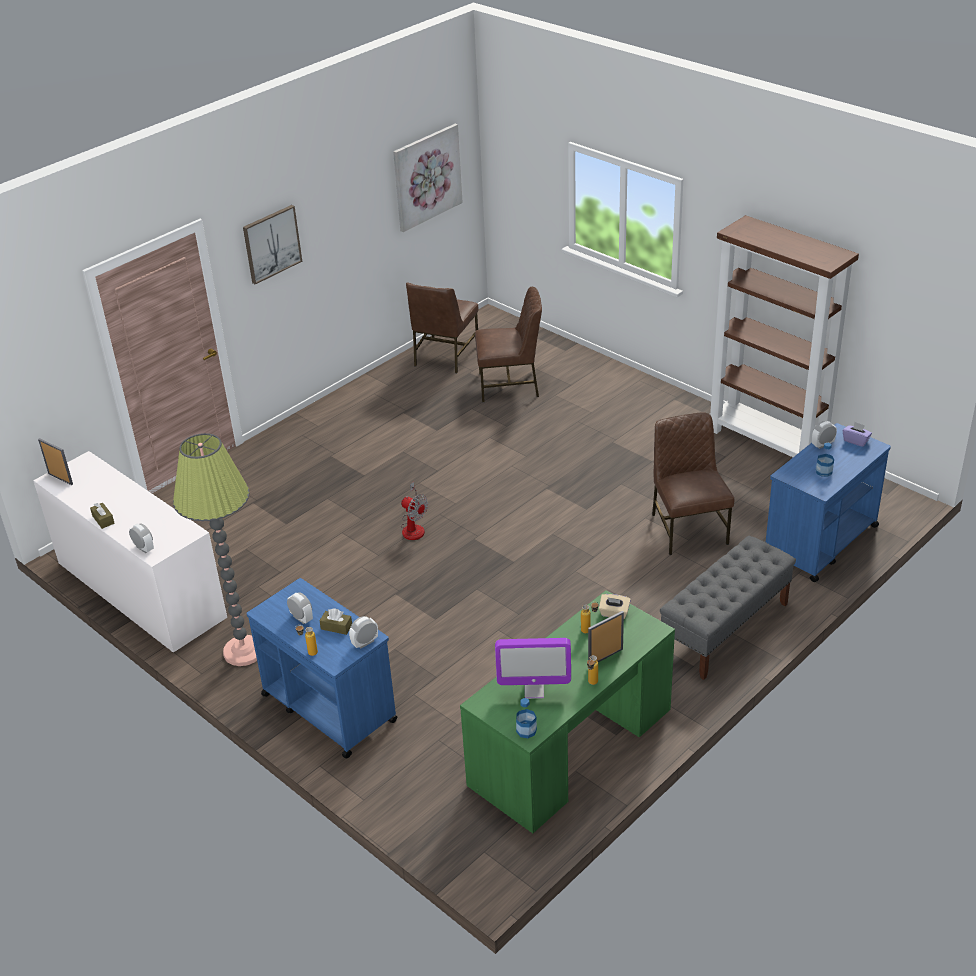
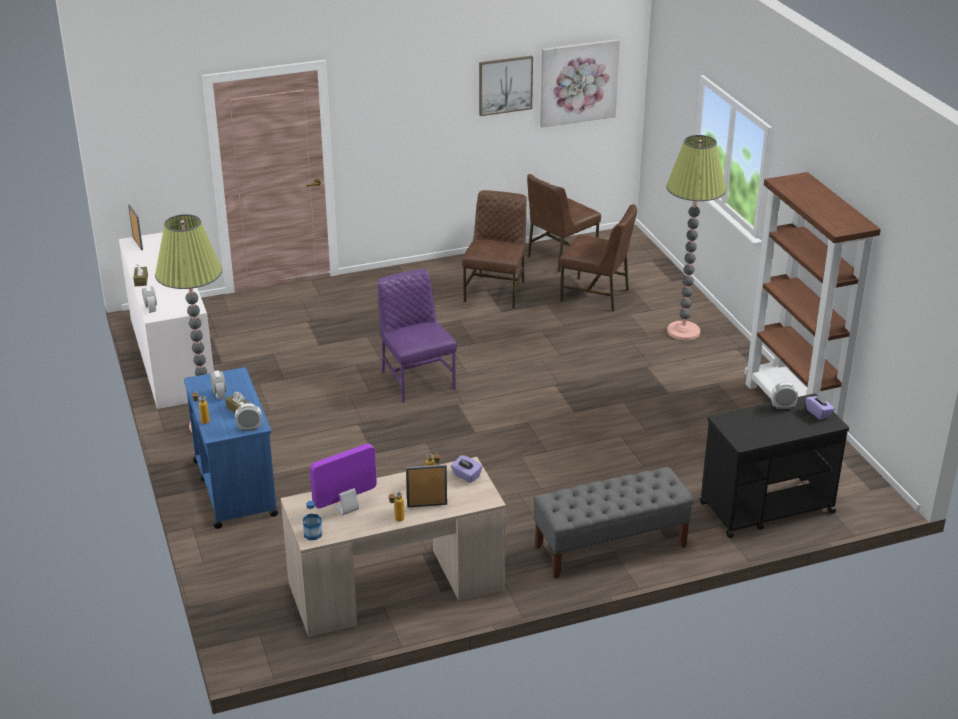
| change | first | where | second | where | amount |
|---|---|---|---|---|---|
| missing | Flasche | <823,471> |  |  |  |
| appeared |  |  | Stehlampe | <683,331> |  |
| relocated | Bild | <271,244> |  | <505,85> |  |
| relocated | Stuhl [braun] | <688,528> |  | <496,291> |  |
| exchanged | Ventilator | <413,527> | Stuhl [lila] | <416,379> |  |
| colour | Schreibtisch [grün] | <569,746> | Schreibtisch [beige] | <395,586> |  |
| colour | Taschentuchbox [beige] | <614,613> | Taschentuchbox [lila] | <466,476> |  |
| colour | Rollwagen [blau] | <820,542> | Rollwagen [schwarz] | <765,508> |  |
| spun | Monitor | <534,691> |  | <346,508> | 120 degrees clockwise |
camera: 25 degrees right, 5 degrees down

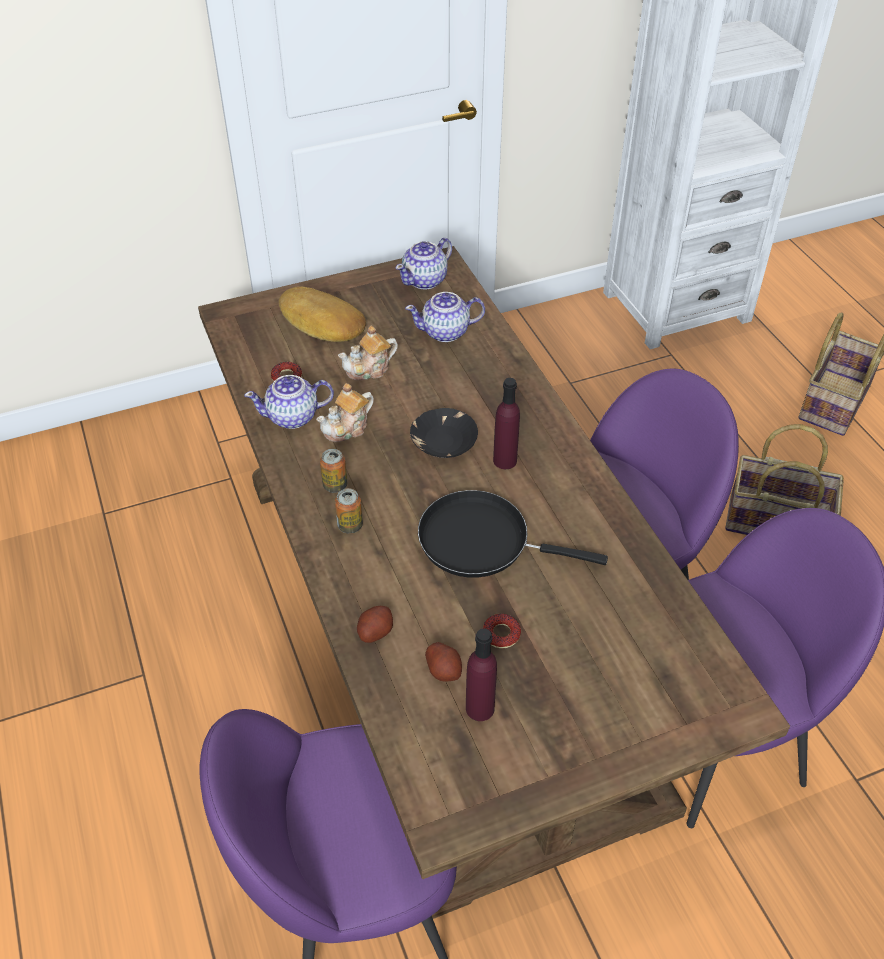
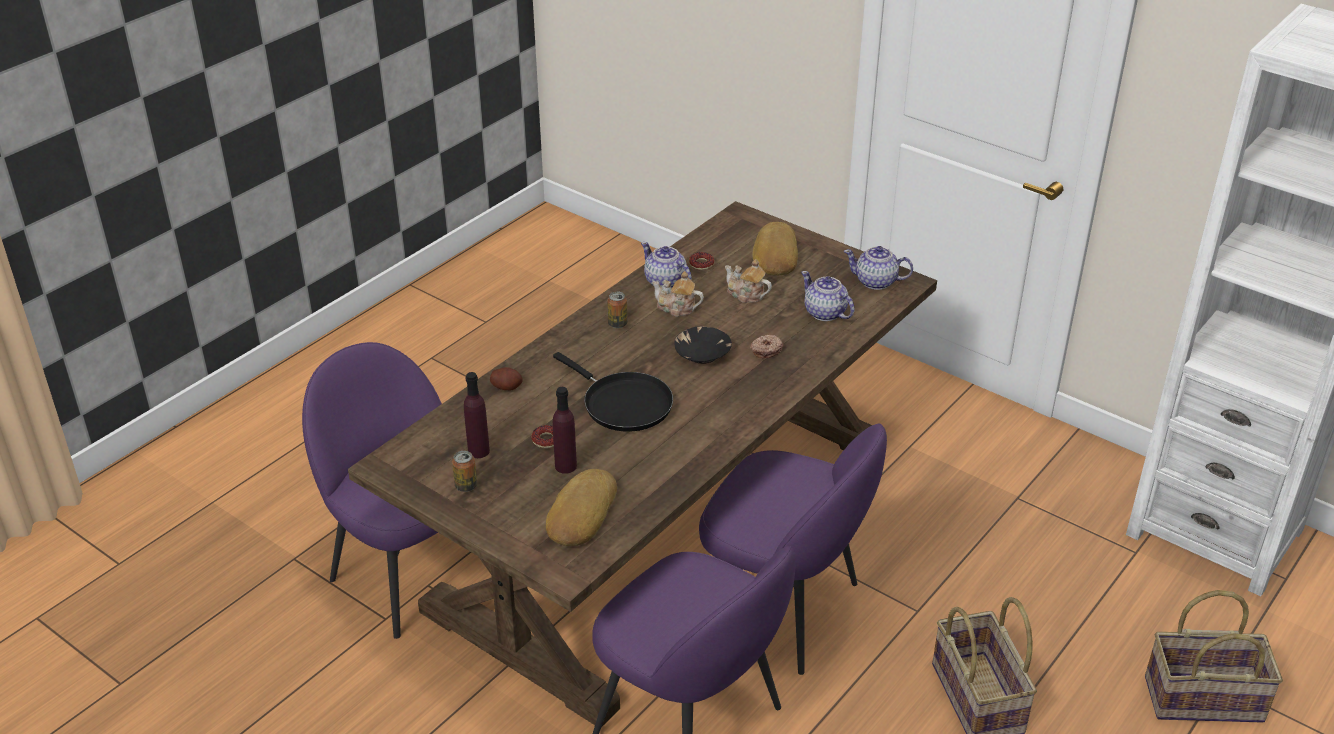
| change | first | where | second | where | amount |
|---|---|---|---|---|---|
| missing | Kartoffel | <444,670> |  |  |  |
| appeared |  |  | Brot | <580,514> |  |
| appeared |  |  | Donut | <766,350> |  |
| relocated | Dose | <350,525> |  | <466,486> |  |
| relocated | Flasche [lila] | <505,460> |  | <565,466> |  |
| spun | Pfanne [schwarz] | <482,541> |  | <623,404> | 150 degrees clockwise |
camera: 60 degrees right, 10 degrees down

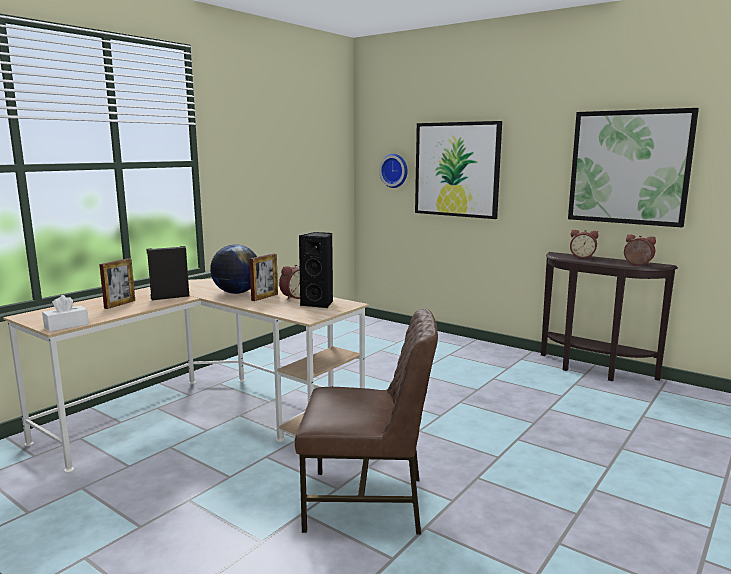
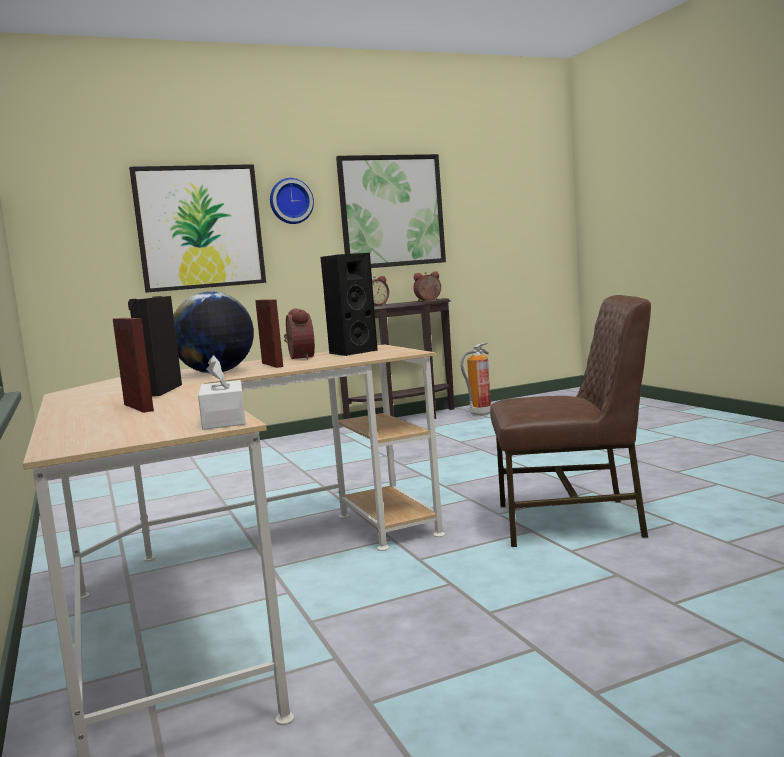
| change | first | where | second | where | amount |
|---|---|---|---|---|---|
| appeared |  |  | Feuerlöscher | <480,414> |  |
| relocated | Wanduhr | <395,170> |  | <290,201> |  |
| spun | Stuhl [braun] | <367,502> |  | <572,521> | 60 degrees clockwise |
camera: 60 degrees left, 5 degrees down

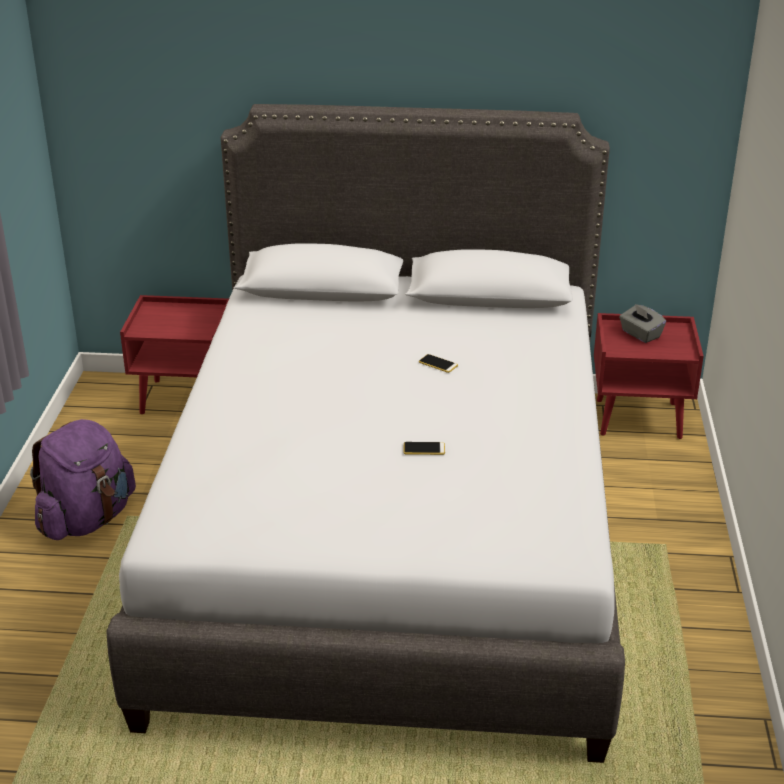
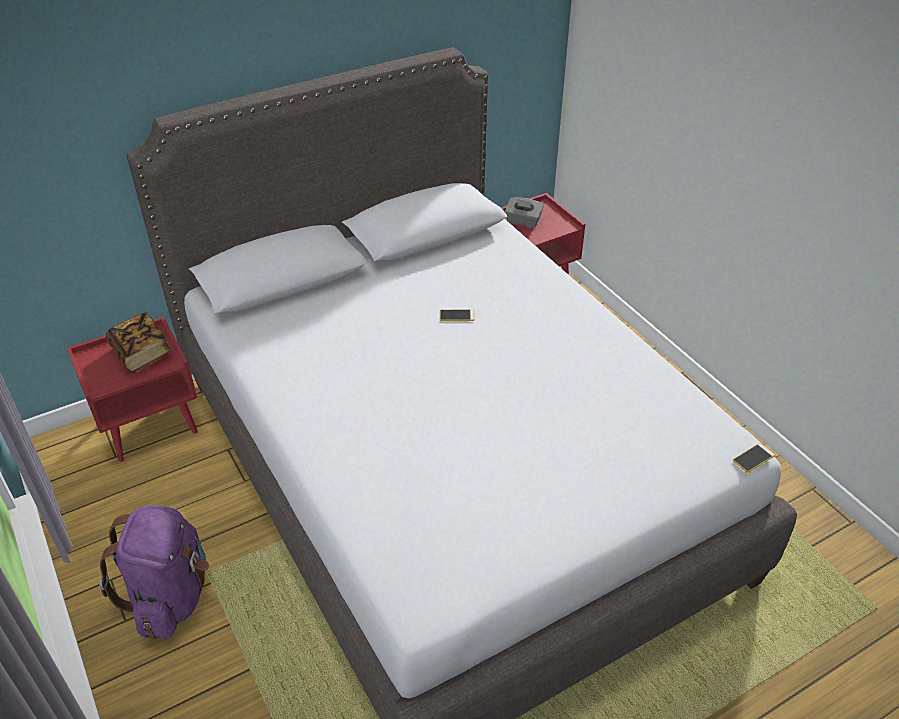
| change | first | where | second | where | amount |
|---|---|---|---|---|---|
| appeared |  |  | Buch | <141,353> |  |
| relocated | Handy | <424,449> |  | <753,458> |  |
camera: 35 degrees left, 10 degrees up

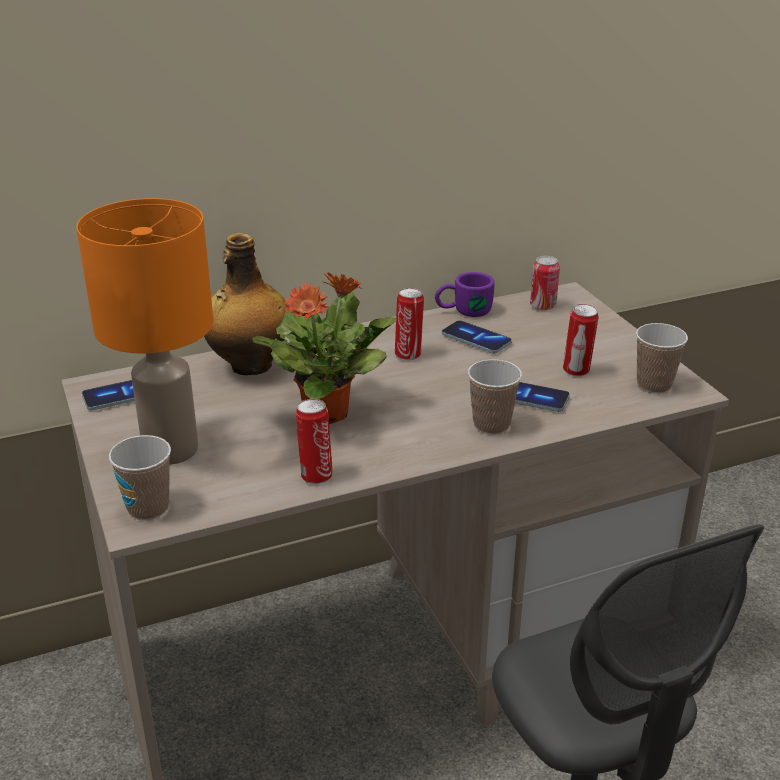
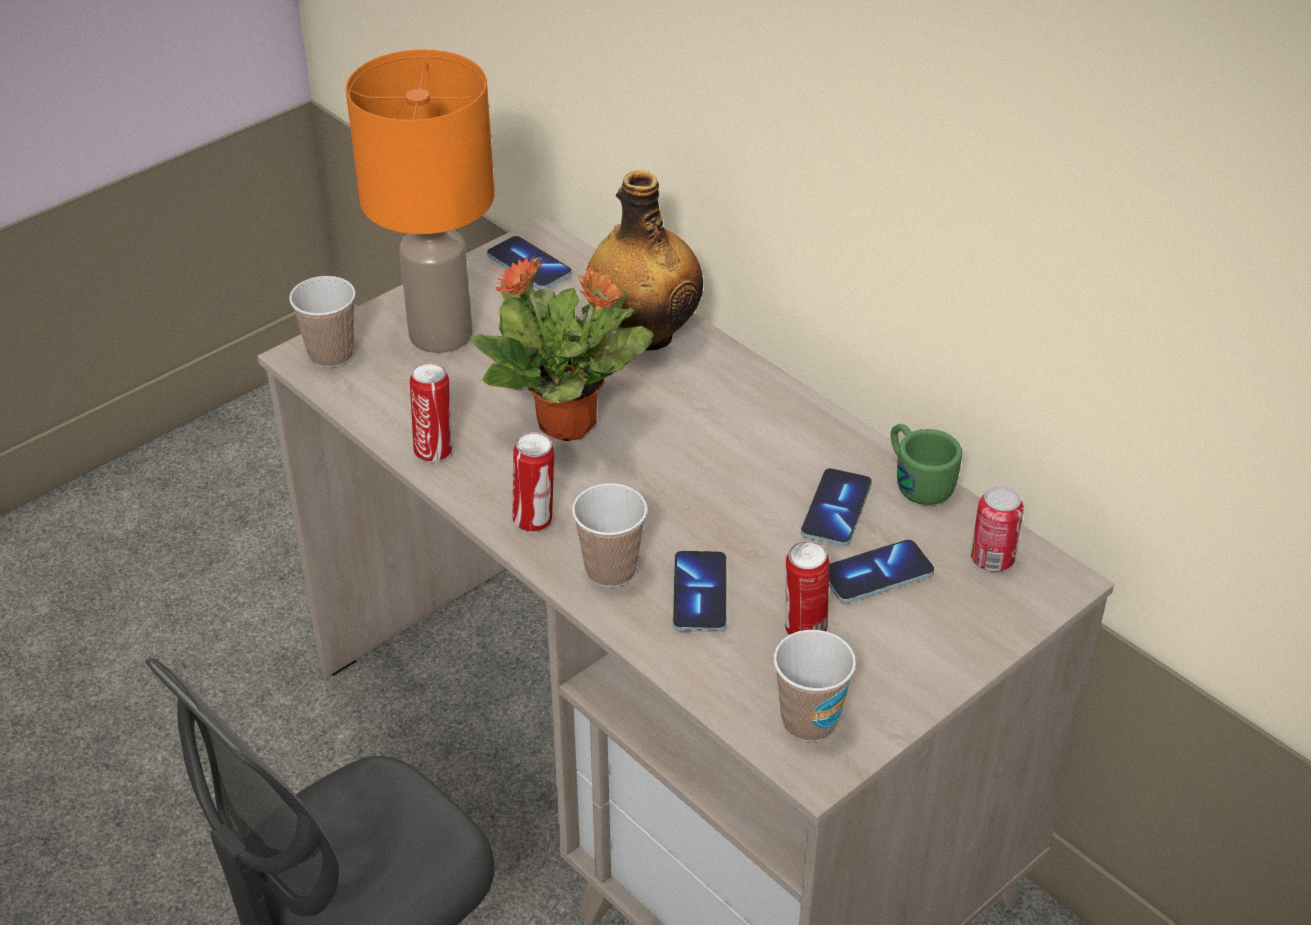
| change | first | where | second | where | amount |
|---|---|---|---|---|---|
| appeared |  |  | Handy | <877,574> |  |
| relocated | Dose | <408,354> |  | <535,520> |  |
| colour | Henkelbecher [lila] | <463,311> | Henkelbecher [grün] | <916,479> |  |
camera: 70 degrees right, 10 degrees up

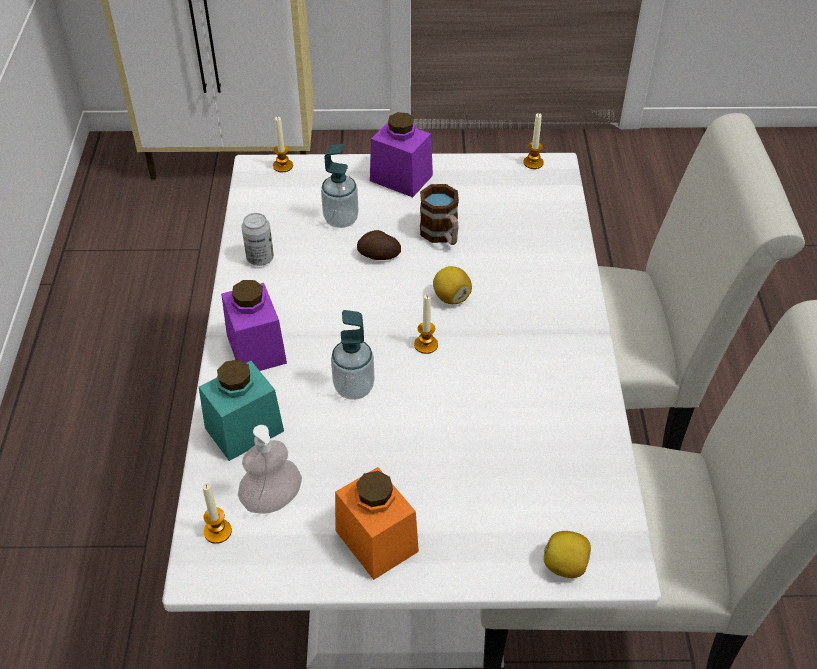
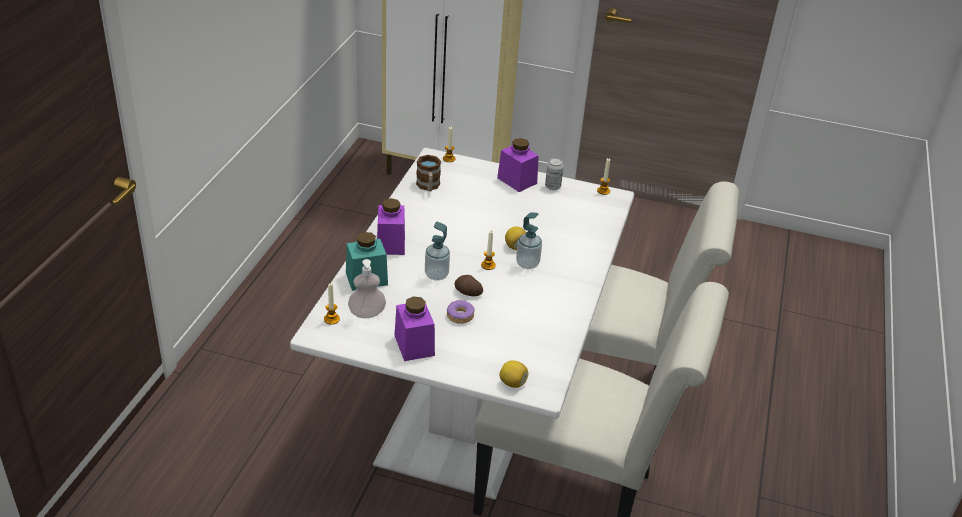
| change | first | where | second | where | amount |
|---|---|---|---|---|---|
| appeared |  |  | Donut | <460,316> |  |
| relocated | Dose | <260,258> |  | <552,187> |  |
| relocated | Seifenspender | <341,219> |  | <527,264> |  |
| relocated | Kartoffel | <379,256> |  | <467,293> |  |
| relocated | Henkelbecher | <442,235> |  | <428,187> |  |
| colour | Vorratsglas [orange] | <376,541> | Vorratsglas [lila] | <414,345> |  |
camera: 15 degrees right, 10 degrees down

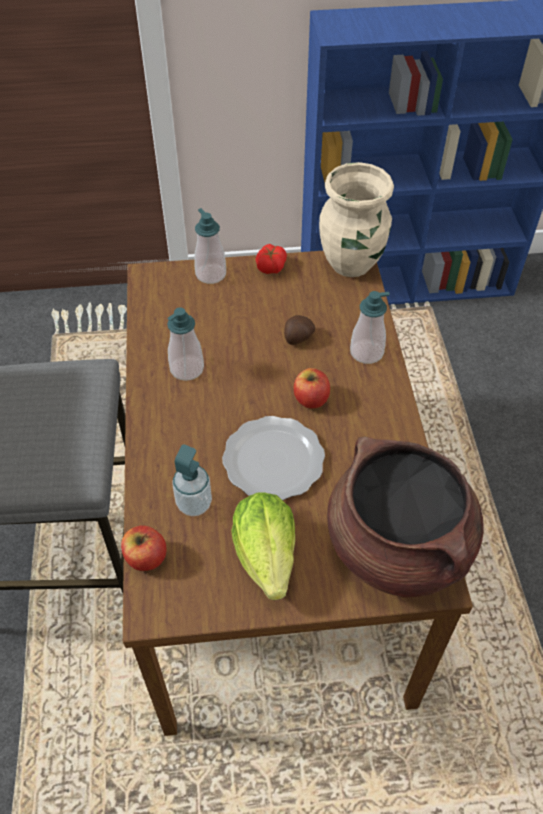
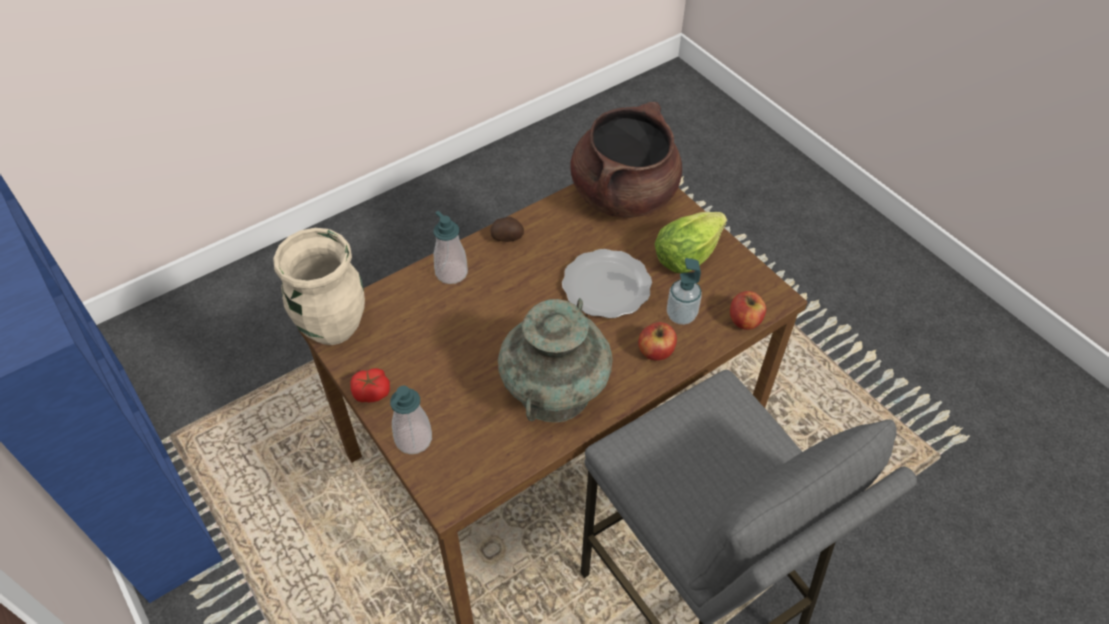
| change | first | where | second | where | amount |
|---|---|---|---|---|---|
| relocated | Kartoffel | <297,338> |  | <507,237> |  |
| relocated | Apfel | <311,399> |  | <656,351> |  |
| exchanged | Seifenspender | <187,369> | Vase [türkis] | <555,390> |  |
camera: 120 degrees left, 0 degrees up

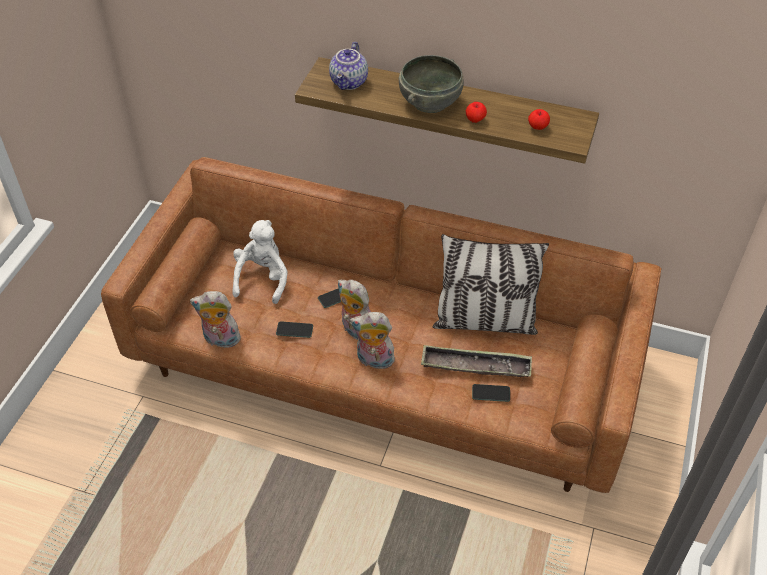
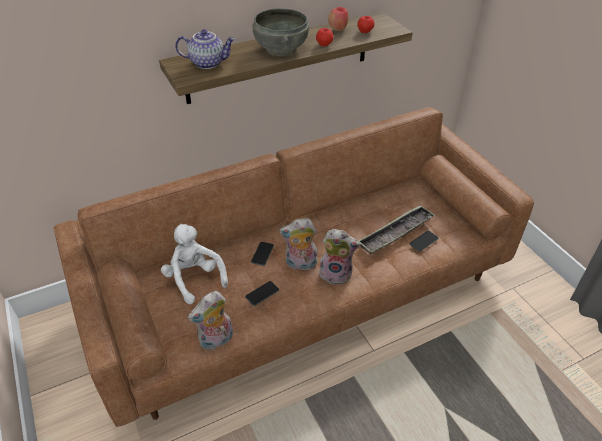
| change | first | where | second | where | amount |
|---|---|---|---|---|---|
| missing | Kissen | <485,321> |  |  |  |
| appeared |  |  | Apfel | <338,29> |  |
| spun | Teekanne | <349,82> |  | <208,63> | 60 degrees counterclockwise |
| spun | Plüschtier | <373,361> |  | <336,274> | 135 degrees counterclockwise |
camera: 45 degrees left, 5 degrees down

